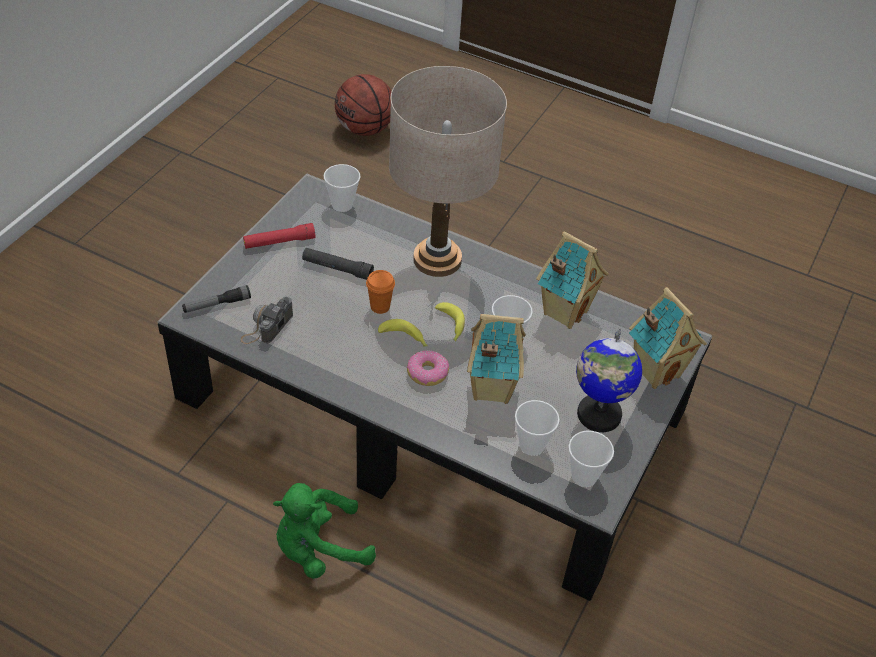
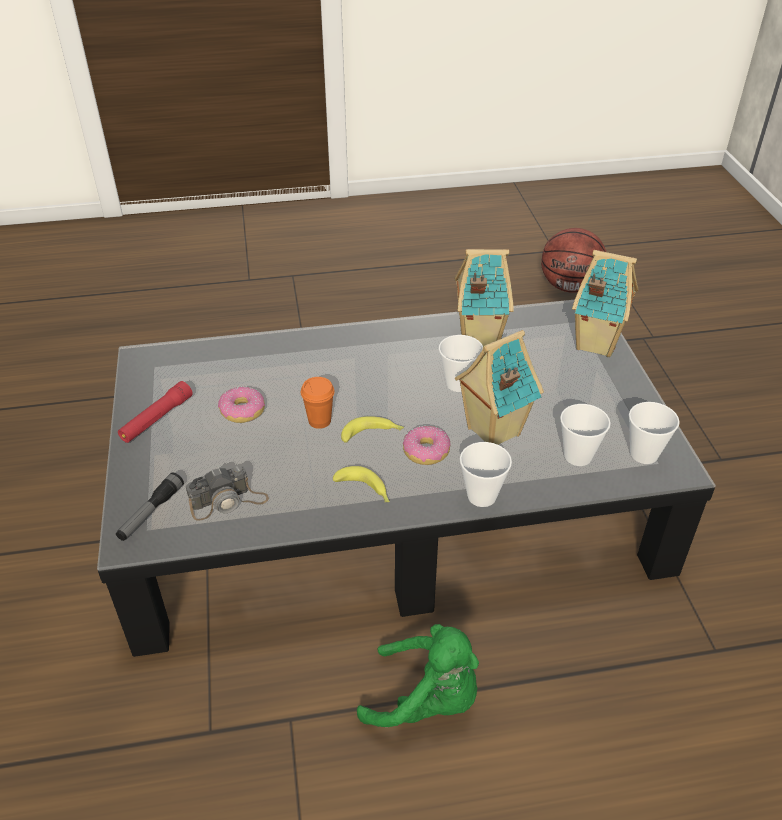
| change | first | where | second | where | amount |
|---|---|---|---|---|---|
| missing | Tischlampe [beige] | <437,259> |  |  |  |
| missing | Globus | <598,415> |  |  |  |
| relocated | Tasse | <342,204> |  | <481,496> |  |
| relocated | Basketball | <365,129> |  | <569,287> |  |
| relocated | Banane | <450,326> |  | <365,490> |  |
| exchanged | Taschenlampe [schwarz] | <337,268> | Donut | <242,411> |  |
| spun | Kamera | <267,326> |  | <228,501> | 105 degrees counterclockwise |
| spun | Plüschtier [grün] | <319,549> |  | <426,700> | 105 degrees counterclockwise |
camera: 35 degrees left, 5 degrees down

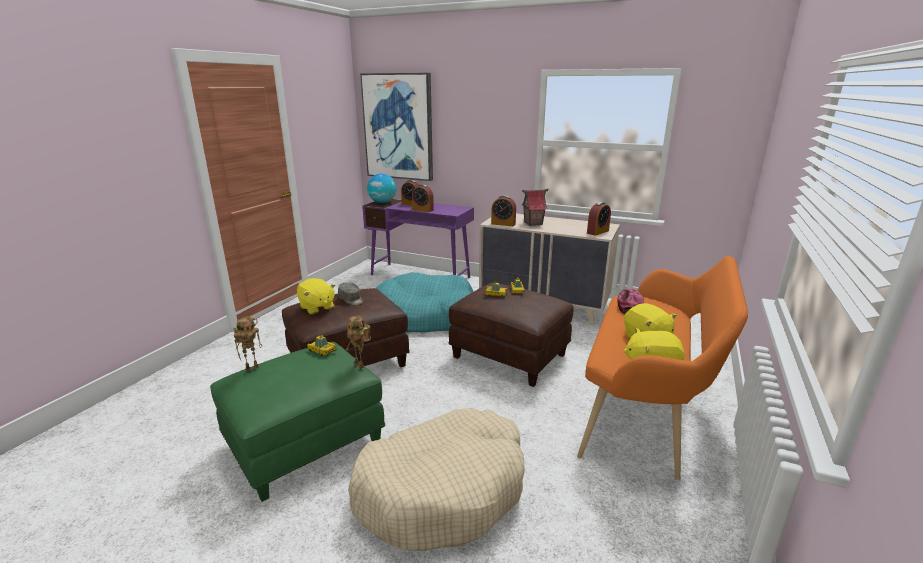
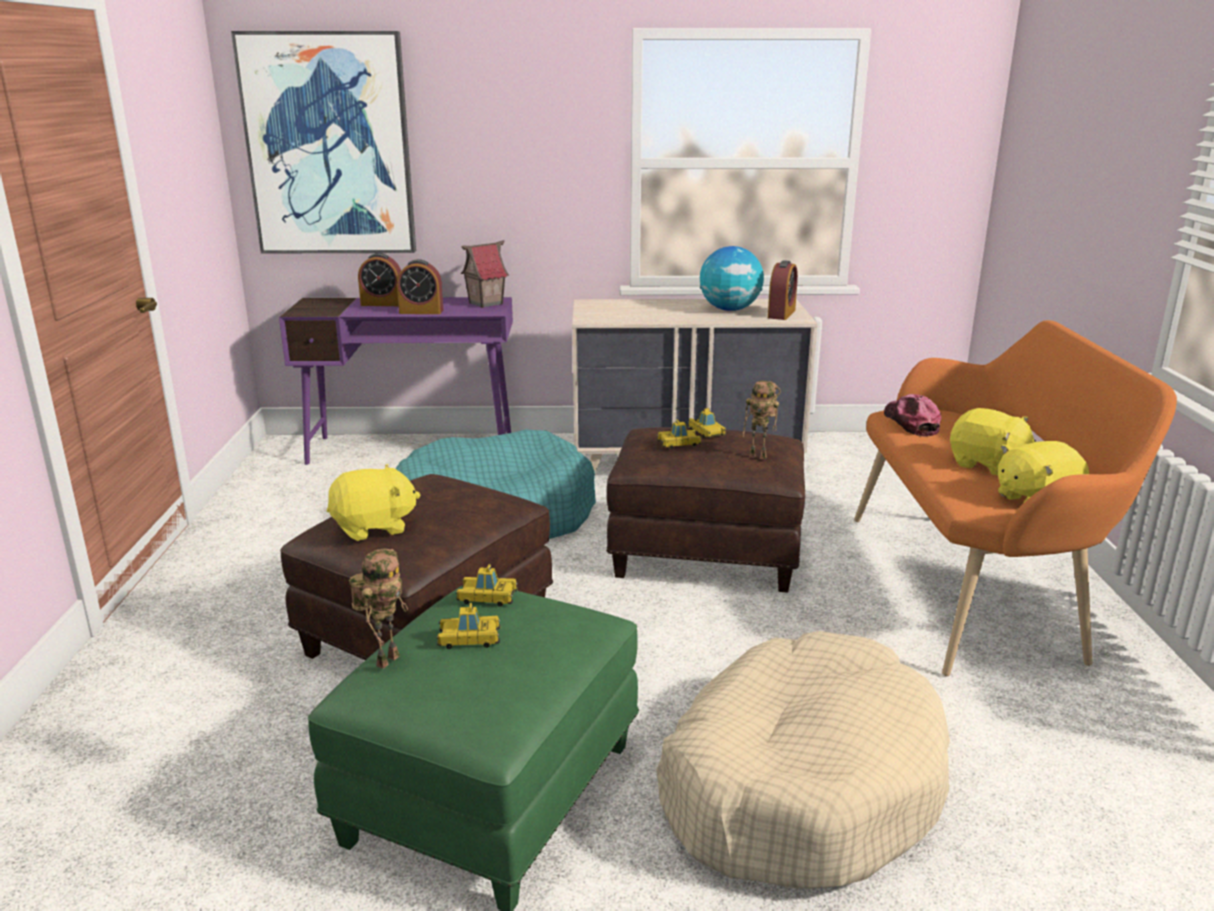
| change | first | where | second | where | amount |
|---|---|---|---|---|---|
| missing | Kappe [grau] | <351,300> |  |  |  |
| missing | Wecker | <503,224> |  |  |  |
| appeared |  |  | Spielzeugauto | <469,638> |  |
| relocated | Spielzeugroboter | <361,365> |  | <759,456> |  |
| relocated | Globus | <382,202> |  | <730,309> |  |
| relocated | Spielzeughaus | <533,223> |  | <485,303> |  |
| spun | Plüschtier [gelb] | <317,307> |  | <374,527> | 45 degrees counterclockwise |
camera: 25 degrees left, 0 degrees up

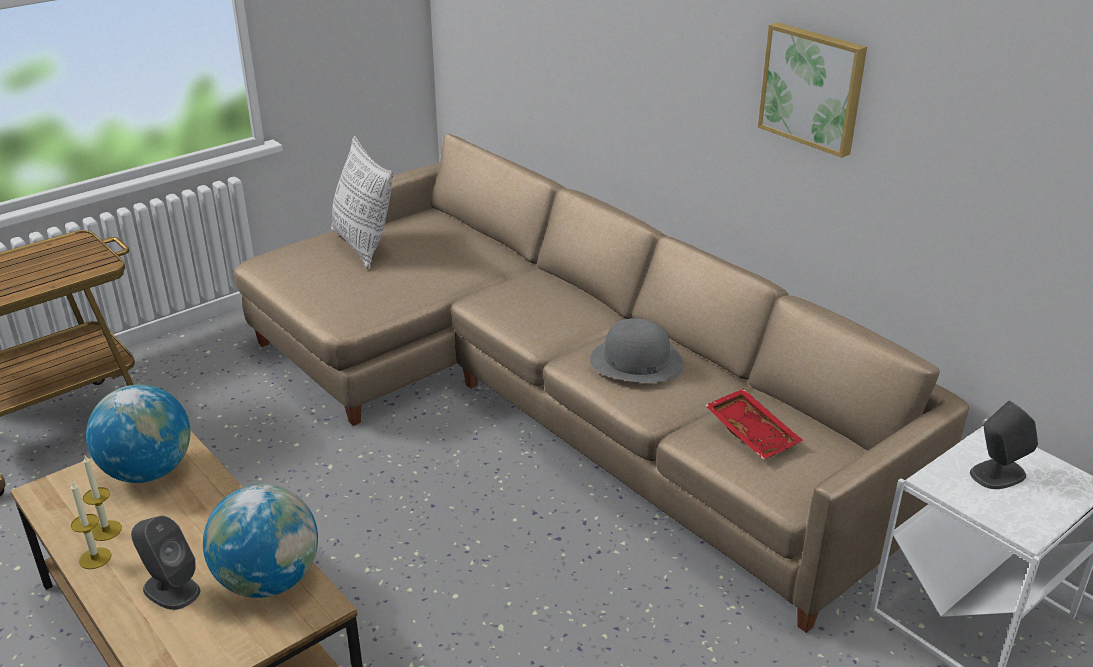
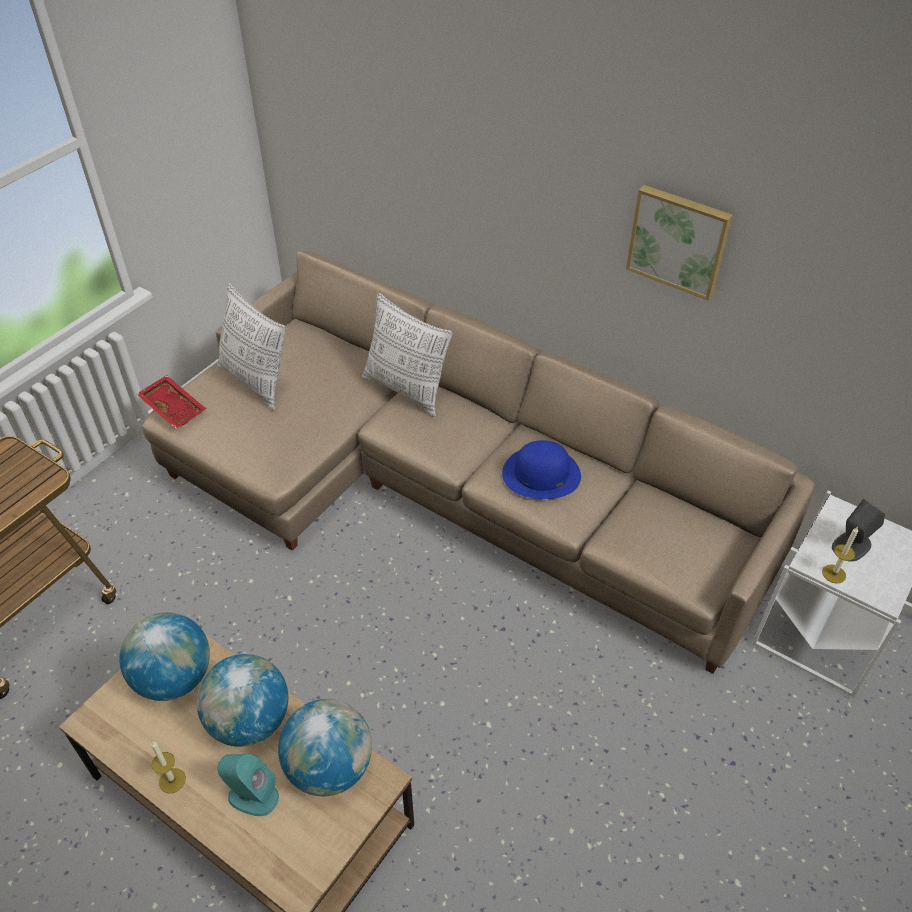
| change | first | where | second | where | amount |
|---|---|---|---|---|---|
| appeared |  |  | Globus | <250,721> |  |
| appeared |  |  | Kissen | <406,390> |  |
| relocated | Kerze | <106,530> |  | <834,574> |  |
| relocated | Tablett [rot] | <753,433> |  | <174,407> |  |
| colour | Lautsprecher [grau] | <171,589> | Lautsprecher [türkis] | <252,796> |  |
| colour | Hut [grau] | <636,361> | Hut [blau] | <541,474> |  |
camera: 15 degrees left, 15 degrees up

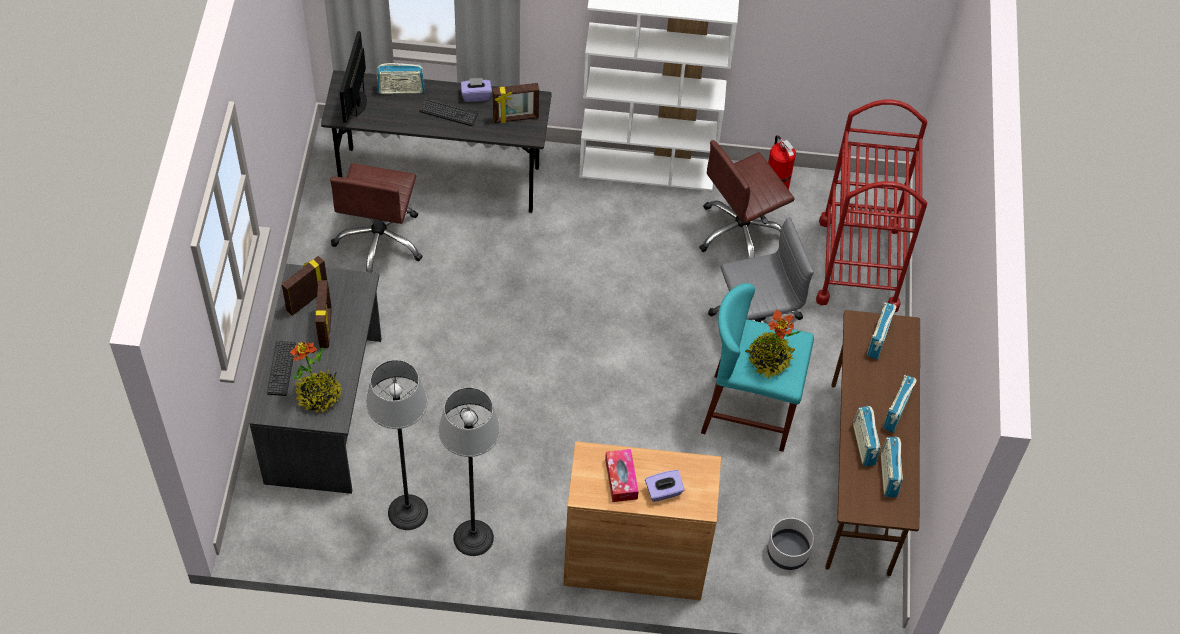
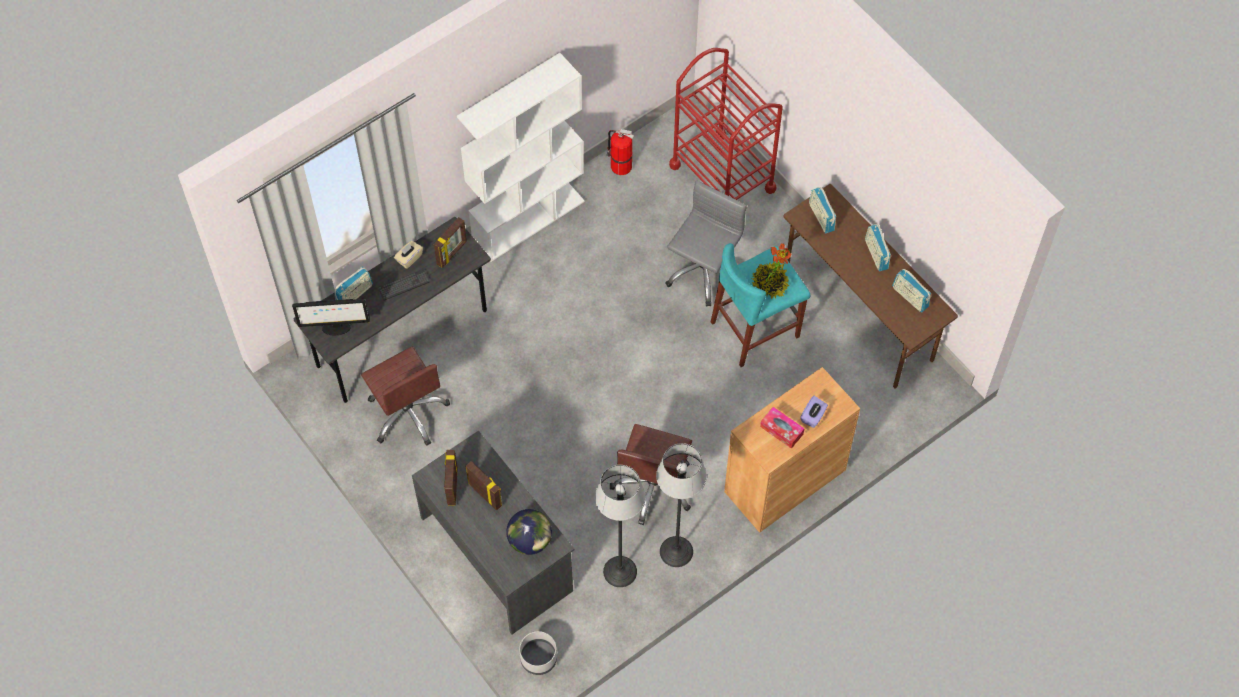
| change | first | where | second | where | amount |
|---|---|---|---|---|---|
| missing | Tastatur | <281,368> |  |  |  |
| missing | Radio | <864,444> |  |  |  |
| relocated | Bürostuhl [braun] | <740,233> |  | <653,487> |  |
| relocated | Pflanzkübel [grau] | <787,552> |  | <538,659> |  |
| exchanged | Topfpflanze | <319,395> | Globus | <530,540> |  |
| colour | Taschentuchbox [lila] | <476,95> | Taschentuchbox [beige] | <409,258> |  |
| spun | Monitor | <357,103> |  | <335,328> | 60 degrees counterclockwise |
camera: 40 degrees left, 5 degrees up

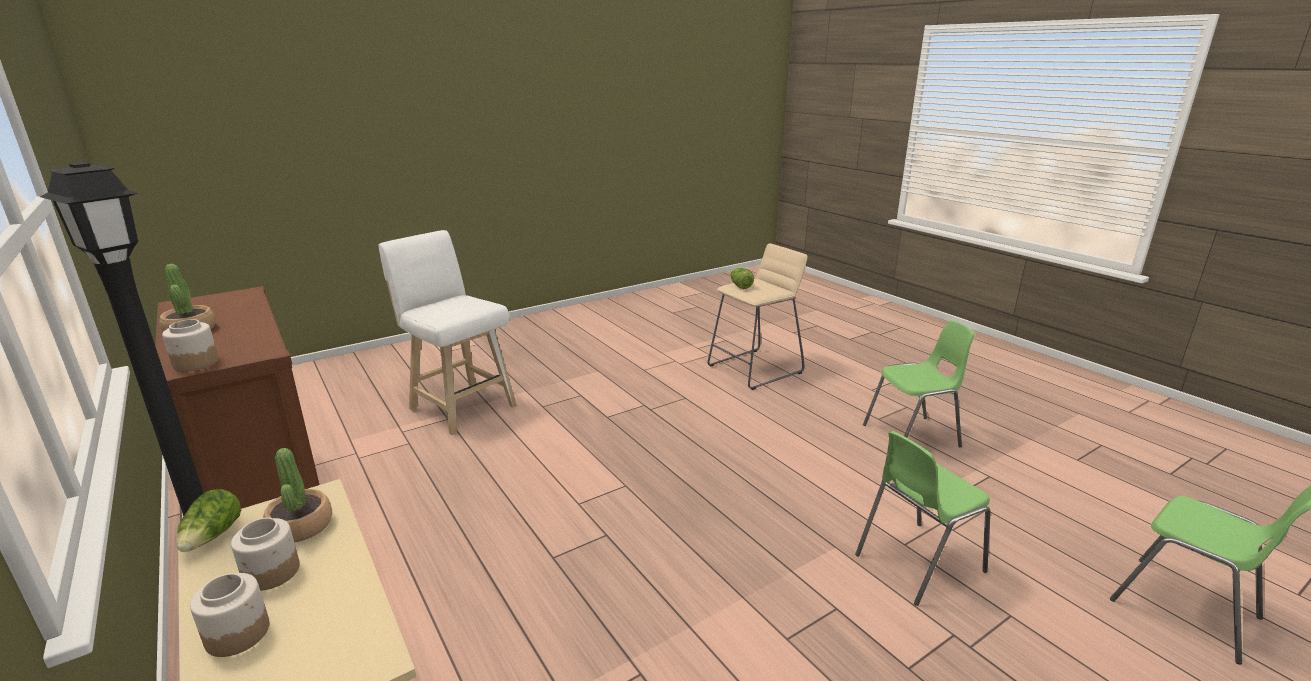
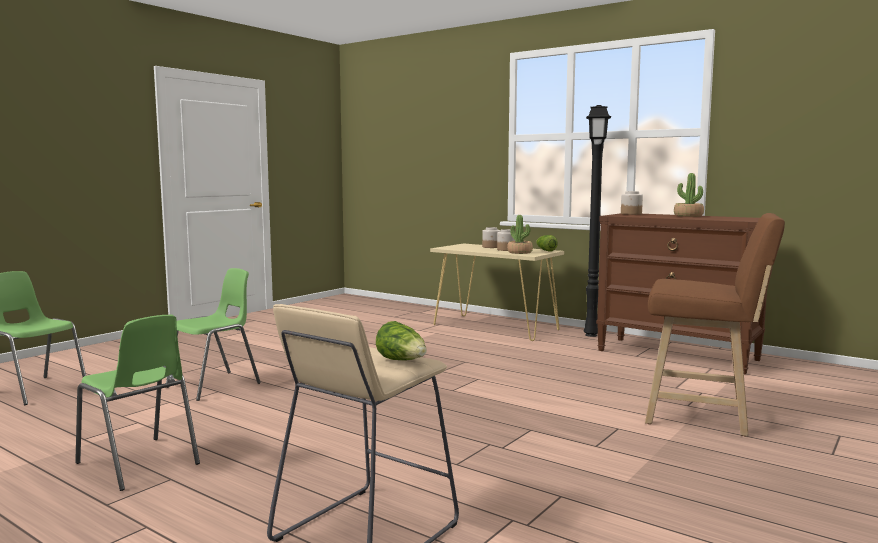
| change | first | where | second | where | amount |
|---|---|---|---|---|---|
| colour | Hocker [weiß] | <460,406> | Hocker [braun] | <704,416> |  |
| spun | Stuhl [grün] | <912,436> |  | <139,464> | 105 degrees counterclockwise |
camera: 160 degrees right, 15 degrees down

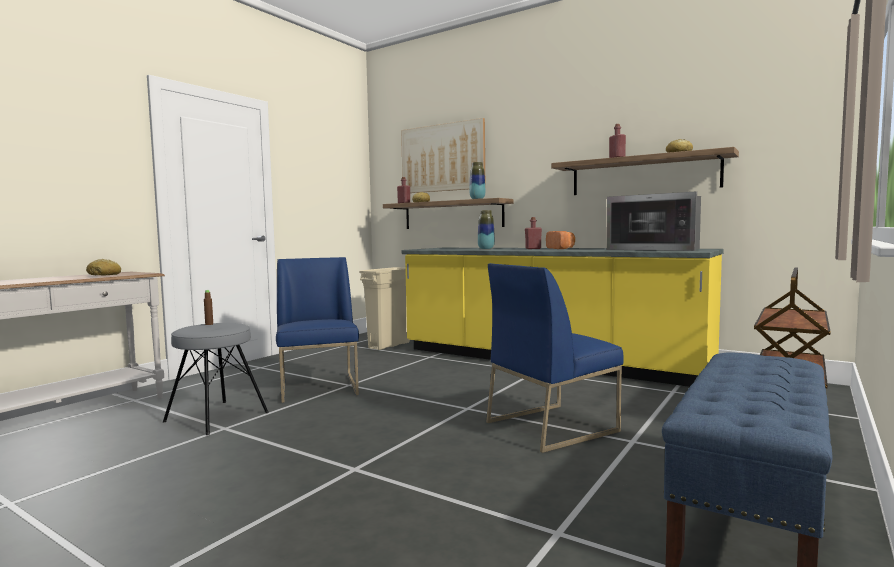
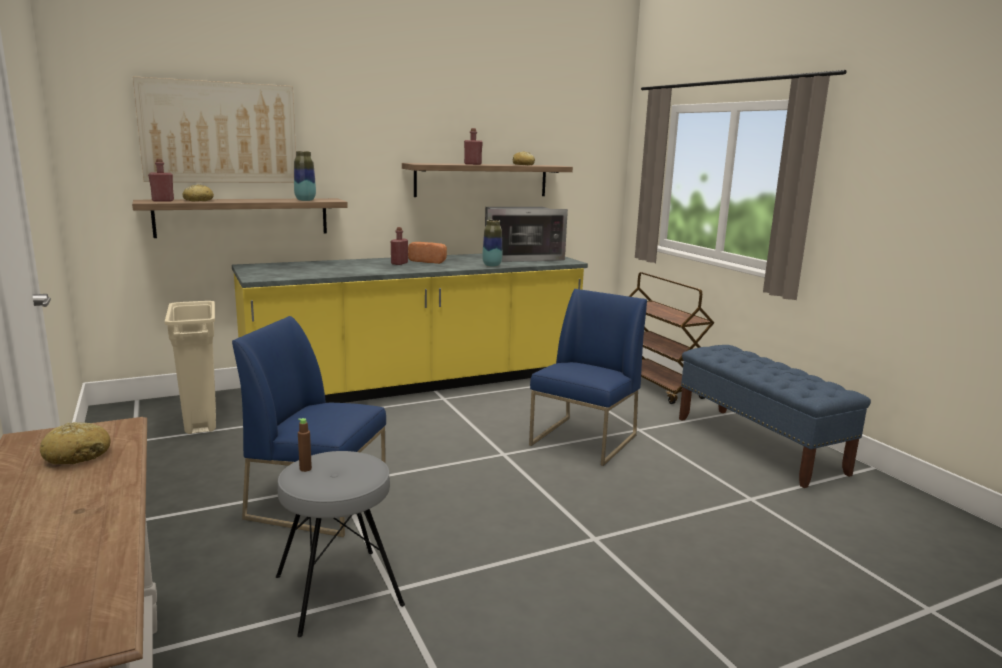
| change | first | where | second | where | amount |
|---|---|---|---|---|---|
| relocated | Vase | <486,249> |  | <492,265> |  |
| spun | Stuhl [blau] | <551,426> |  | <584,440> | 150 degrees counterclockwise |
camera: 60 degrees left, 10 degrees up

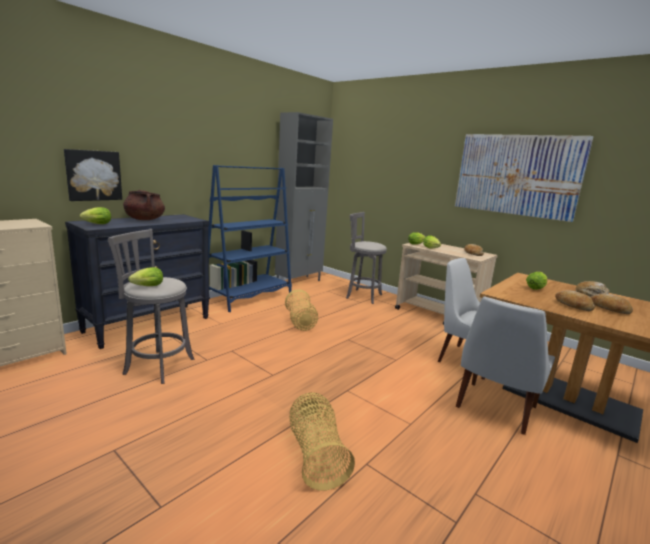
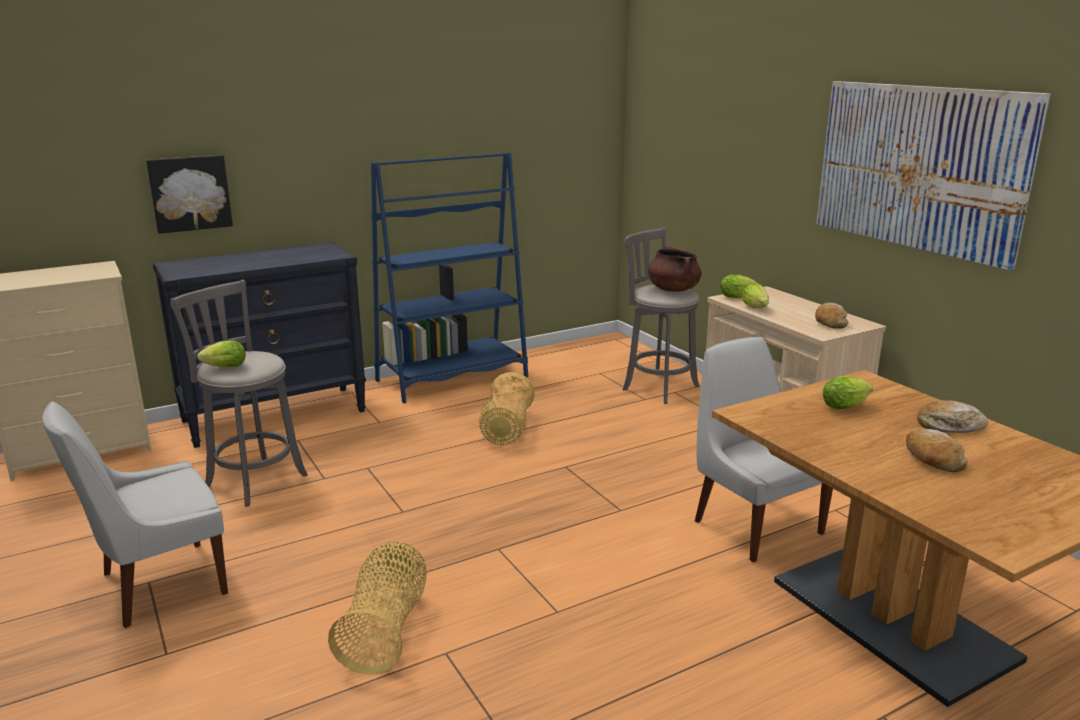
| change | first | where | second | where | amount |
|---|---|---|---|---|---|
| missing | Salatkopf | <96,224> |  |  |  |
| missing | Schrank [grau] | <299,282> |  |  |  |
| missing | Brot | <572,306> |  |  |  |
| relocated | Kochtopf [braun] | <145,219> |  | <673,289> |  |
| relocated | Stuhl [weiß] | <495,408> |  | <158,585> |  |
camera: 20 degrees right, 5 degrees up

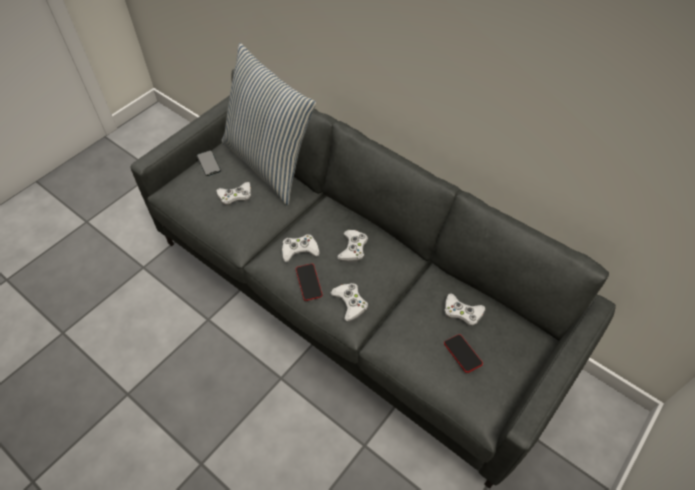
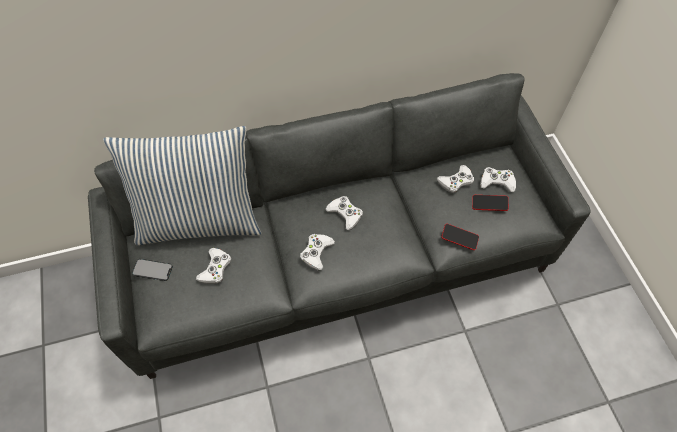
| change | first | where | second | where | amount |
|---|---|---|---|---|---|
| relocated | Handy | <309,283> |  | <459,238> |  |
| relocated | Gamepad [weiß] | <350,303> |  | <497,182> |  |
camera: 55 degrees left, 5 degrees up

